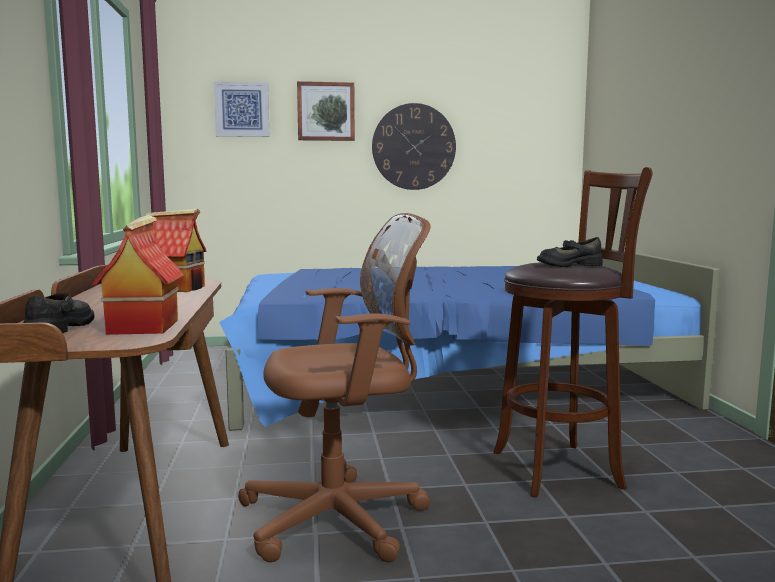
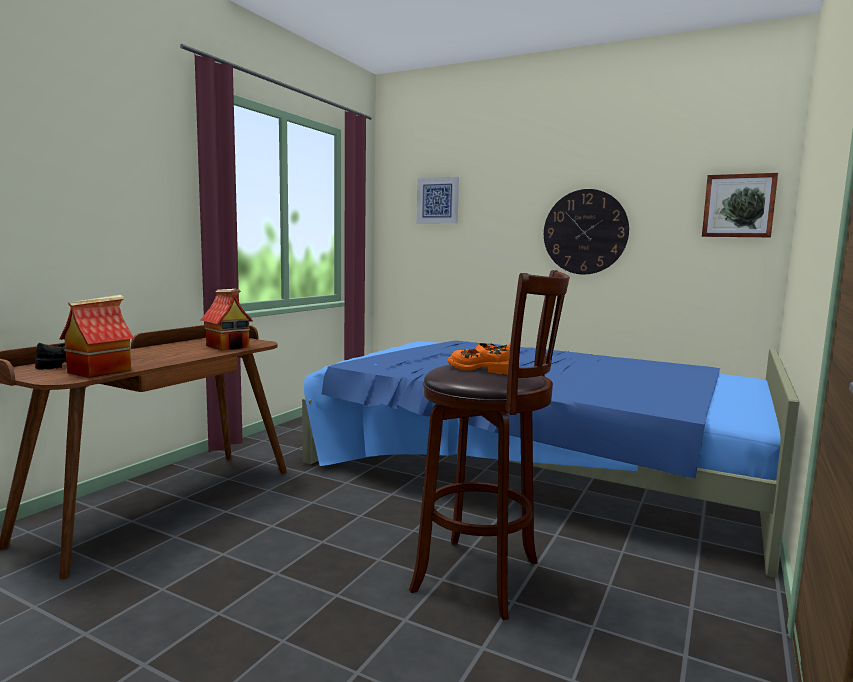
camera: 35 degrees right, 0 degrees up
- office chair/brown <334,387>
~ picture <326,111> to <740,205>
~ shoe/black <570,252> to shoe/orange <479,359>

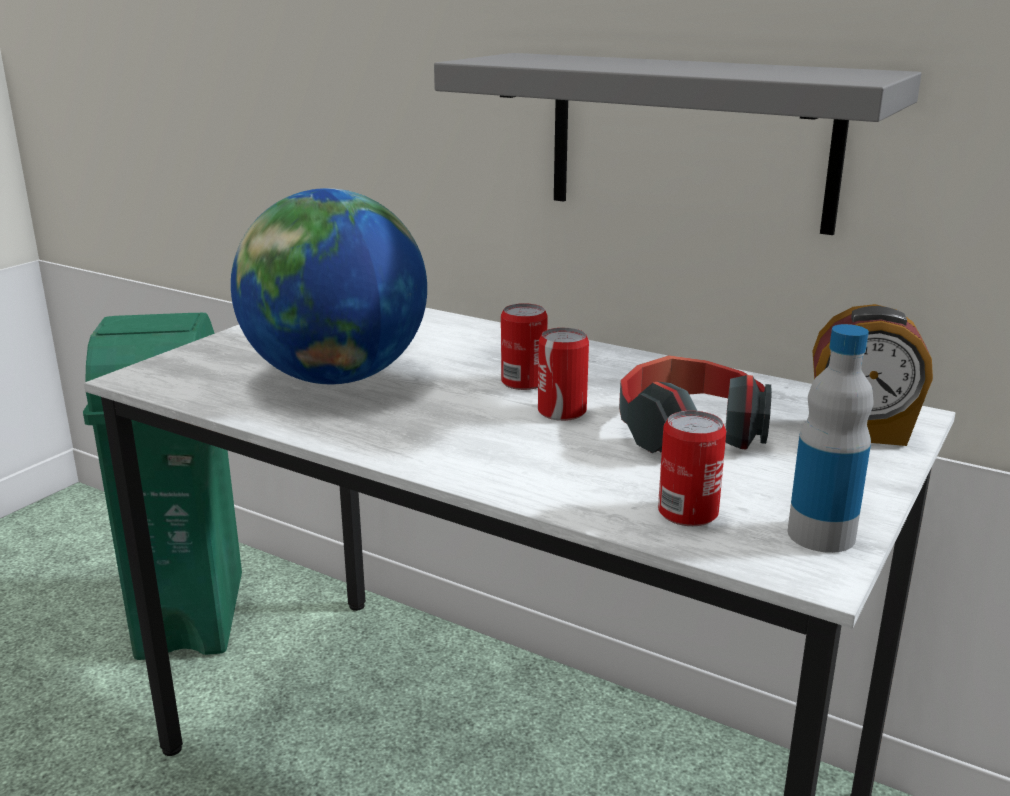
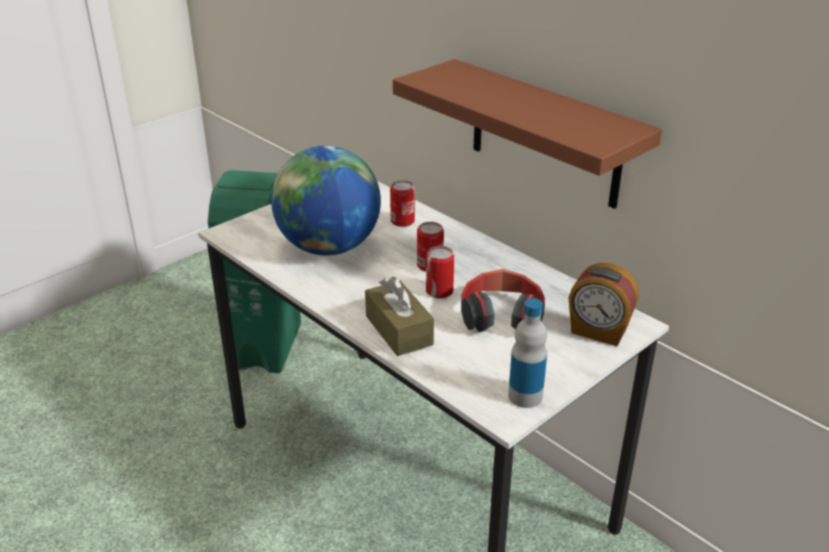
camera: 15 degrees right, 10 degrees up
+ tissue box/brown <399,316>
~ can <692,468> to <402,203>
~ shelf/grey <677,144> to shelf/brown <527,134>

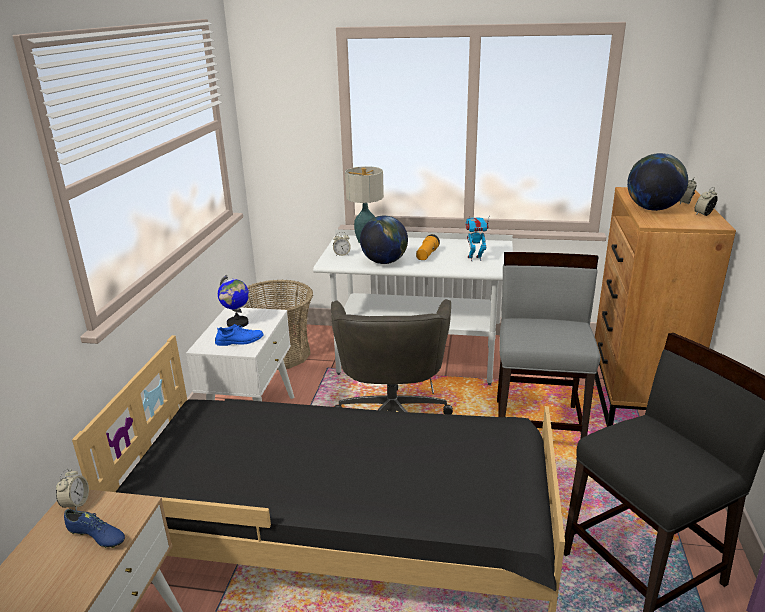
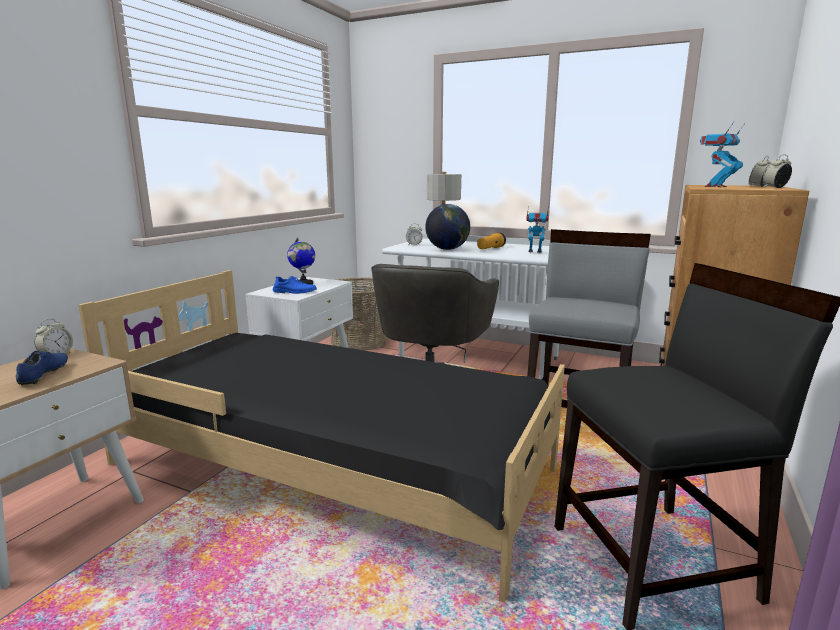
camera: 15 degrees right, 10 degrees down
~ globe <657,182> to toy robot <722,154>
~ shoe/blue <94,528> = <42,368> 135 degrees counterclockwise

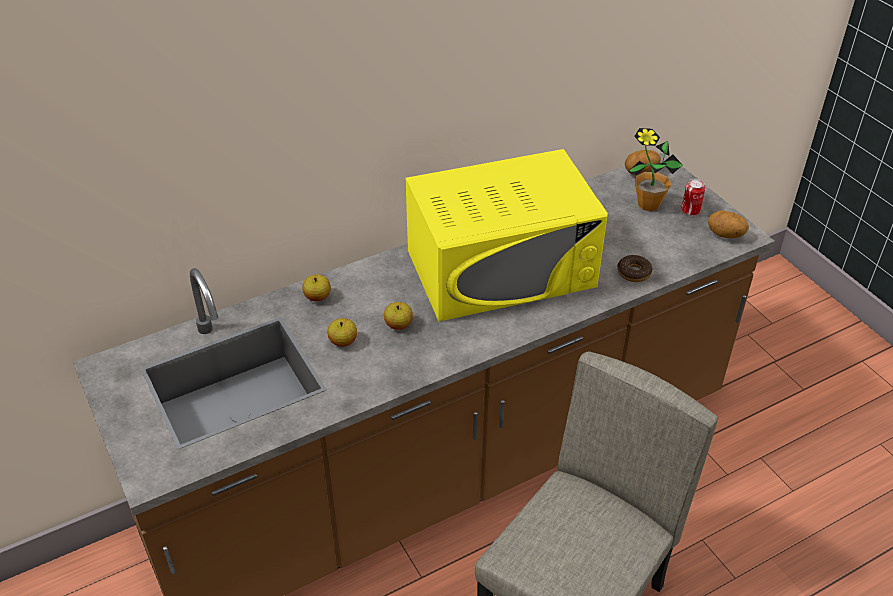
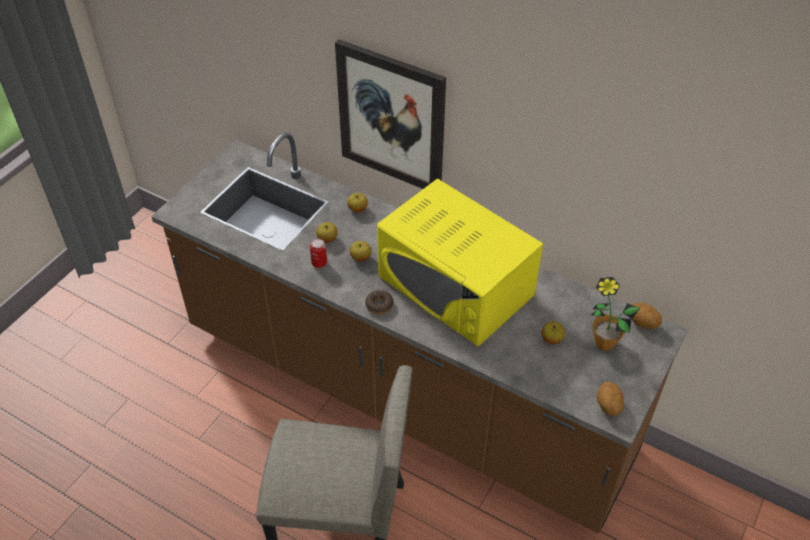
camera: 60 degrees right, 5 degrees up
+ picture <390,114>
+ apple <553,333>
~ donut <634,268> to <379,302>
~ can <693,197> to <318,253>

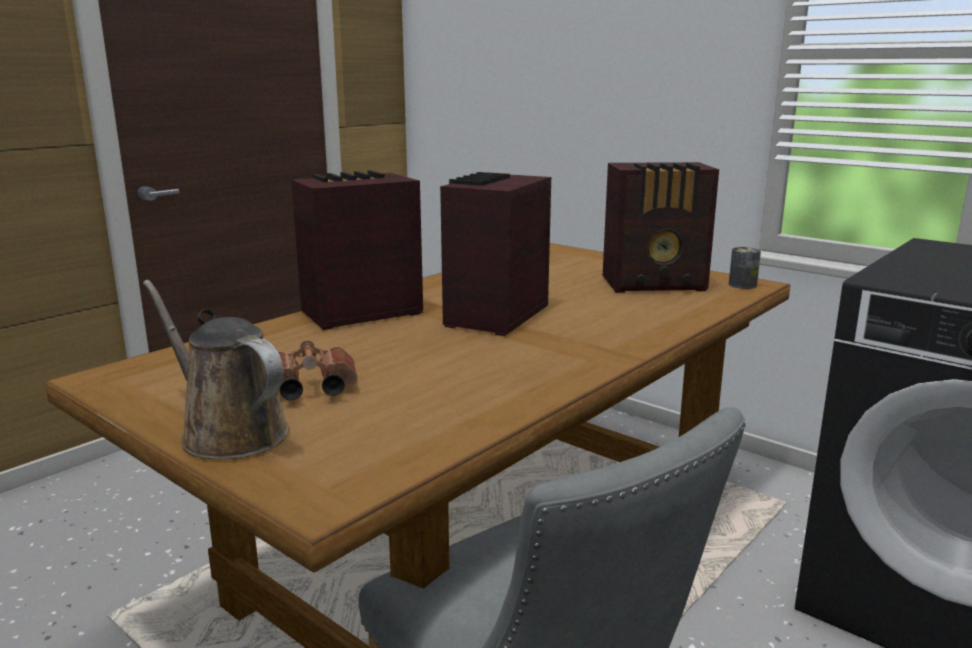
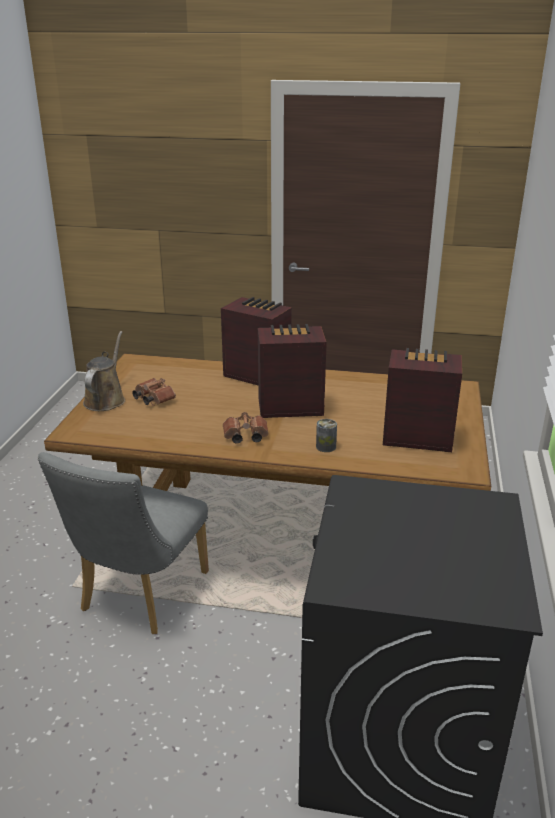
camera: 60 degrees right, 10 degrees up
+ binoculars/brown <245,428>
~ can <745,268> to <326,435>
~ radio <661,227> = <422,400> 135 degrees clockwise

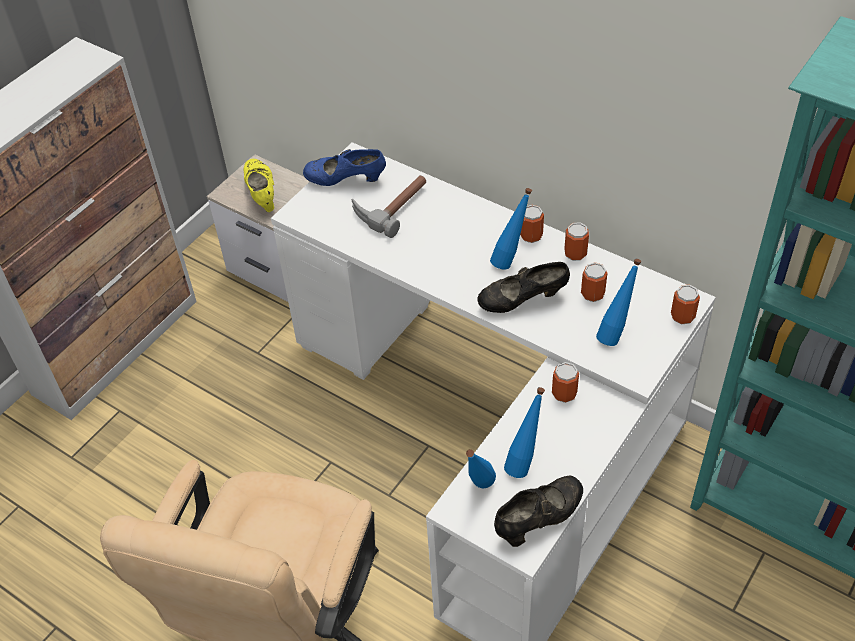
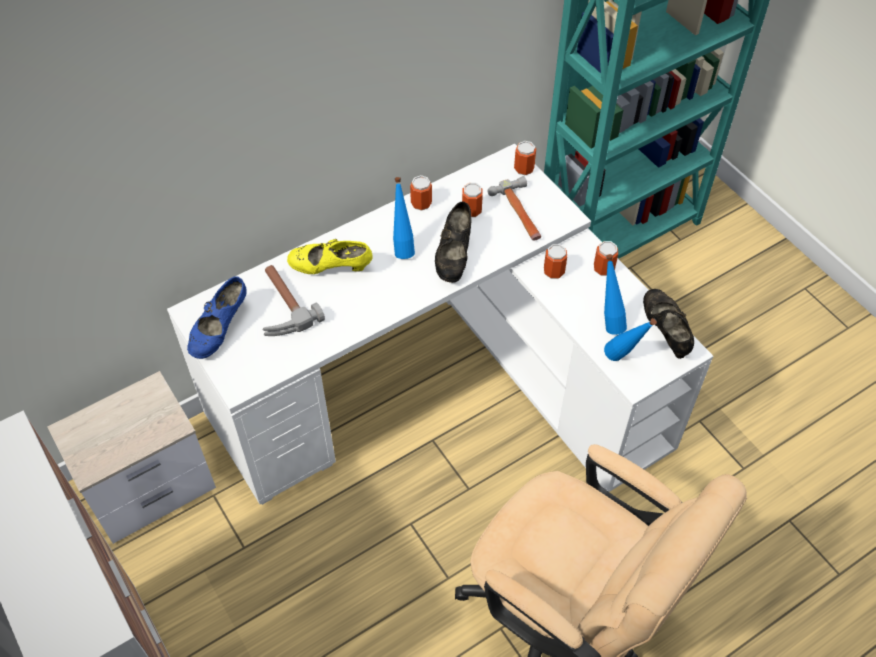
camera: 70 degrees left, 5 degrees up
~ shoe/yellow <259,185> to <330,256>
~ can <532,224> to <606,258>
~ bottle/blue <618,302> to hammer <514,208>

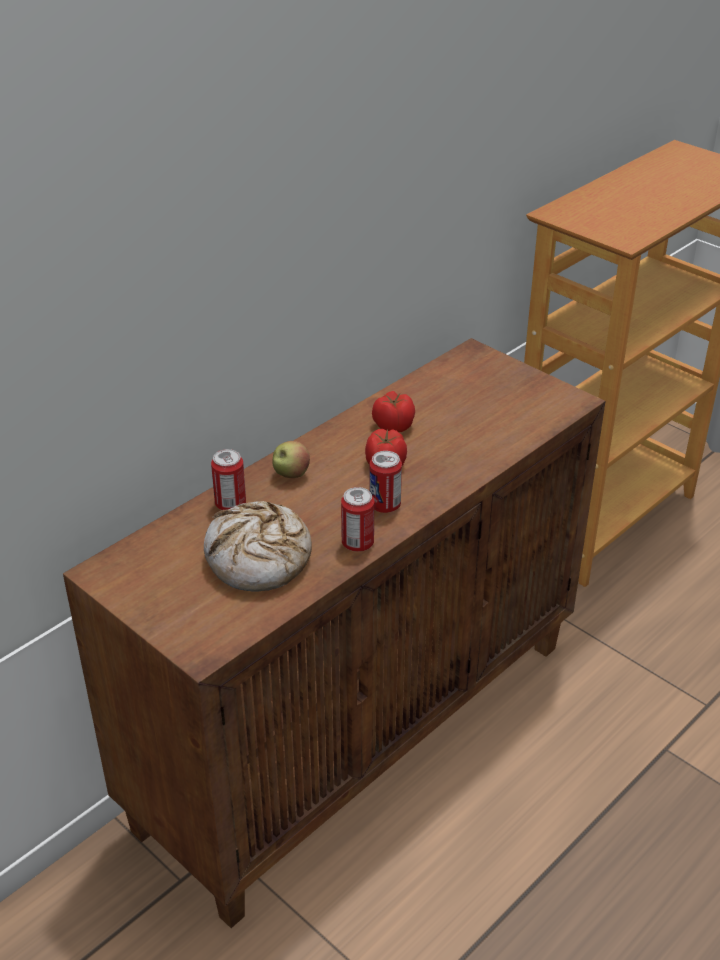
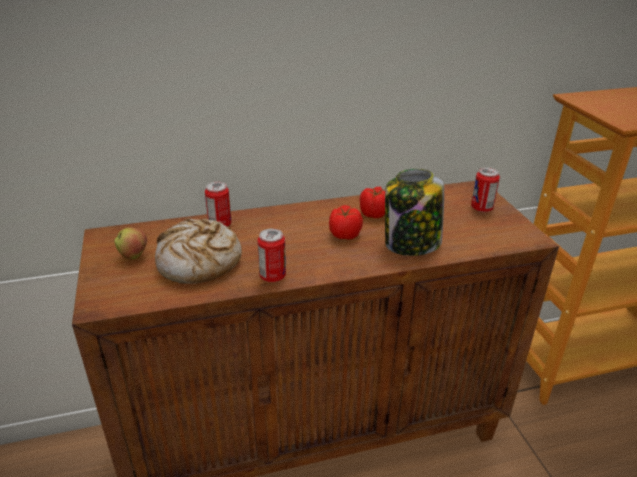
camera: 30 degrees right, 5 degrees down
+ jar <414,212>
~ apple <291,459> to <130,244>
~ can <385,482> to <485,189>

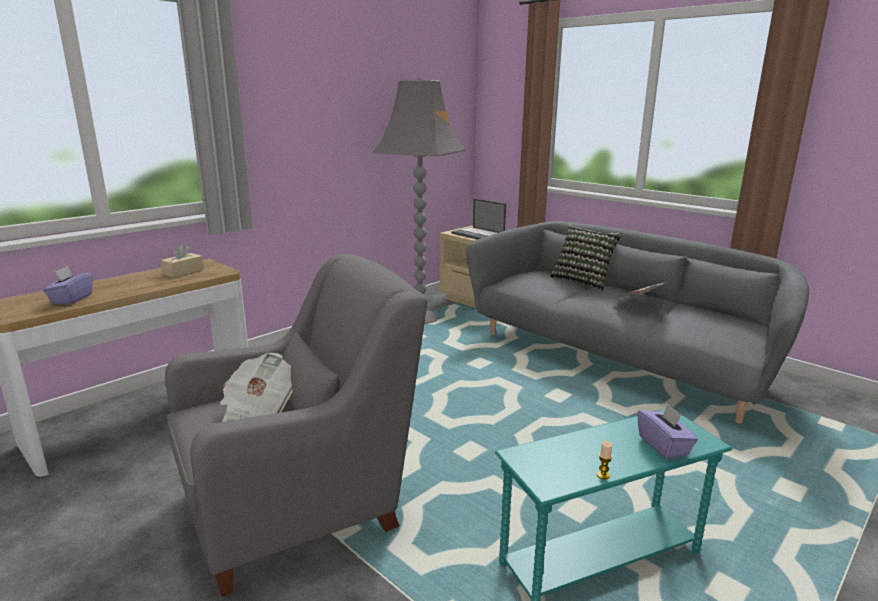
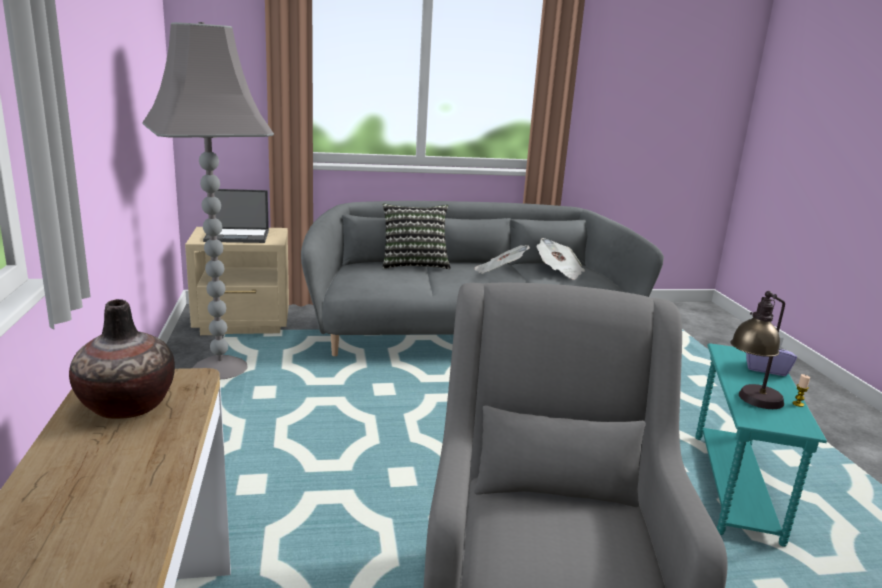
camera: 55 degrees left, 0 degrees up
- tissue box/purple <68,285>
+ table lamp <757,350>
~ newspaper <256,387> to <561,259>
~ tissue box/beige <182,261> to vase <122,359>

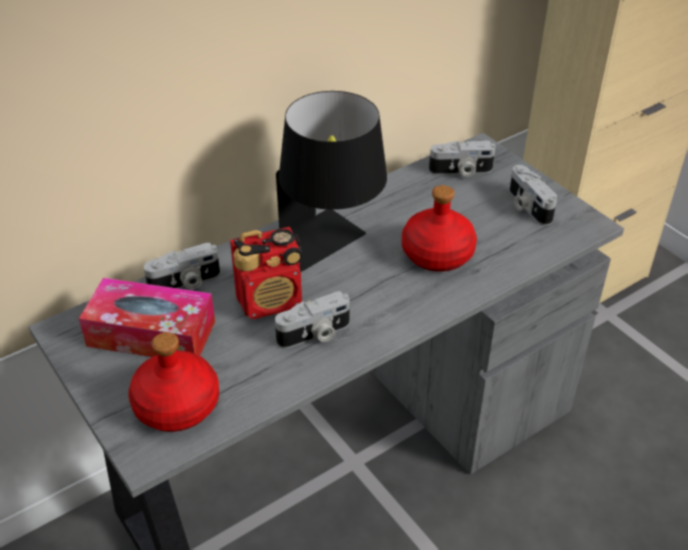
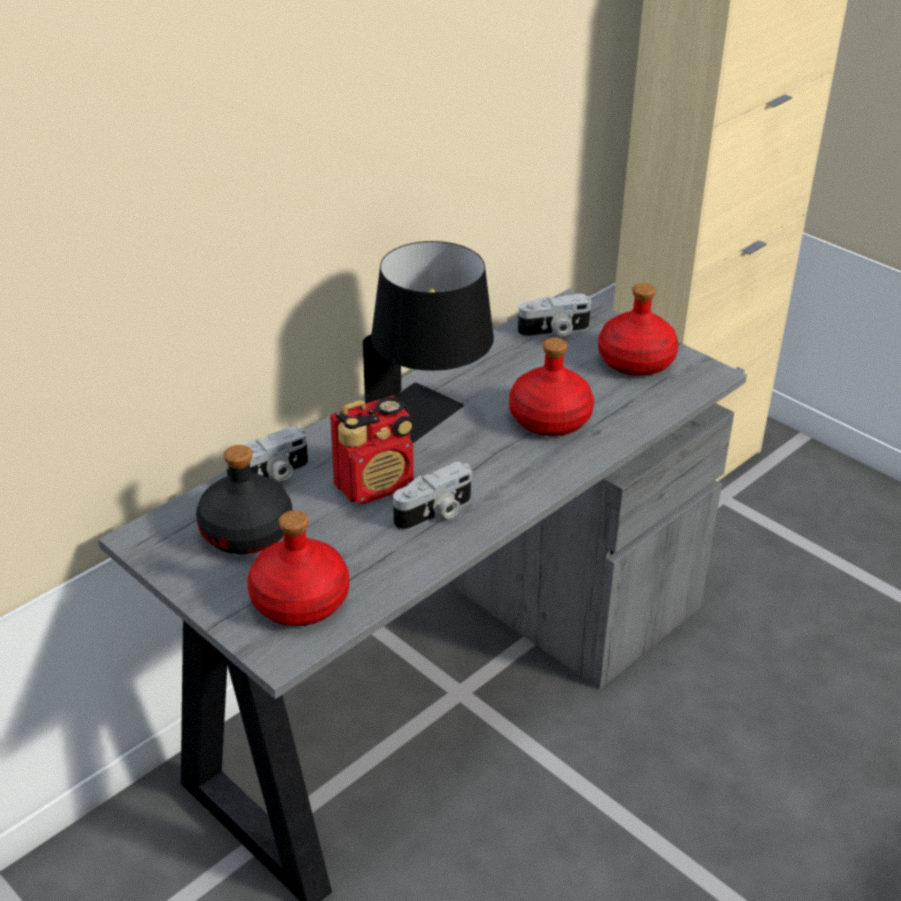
camera: 10 degrees left, 5 degrees down
~ tissue box <147,317> to bottle/black <244,499>
~ photo camera <533,195> to bottle/red <638,329>

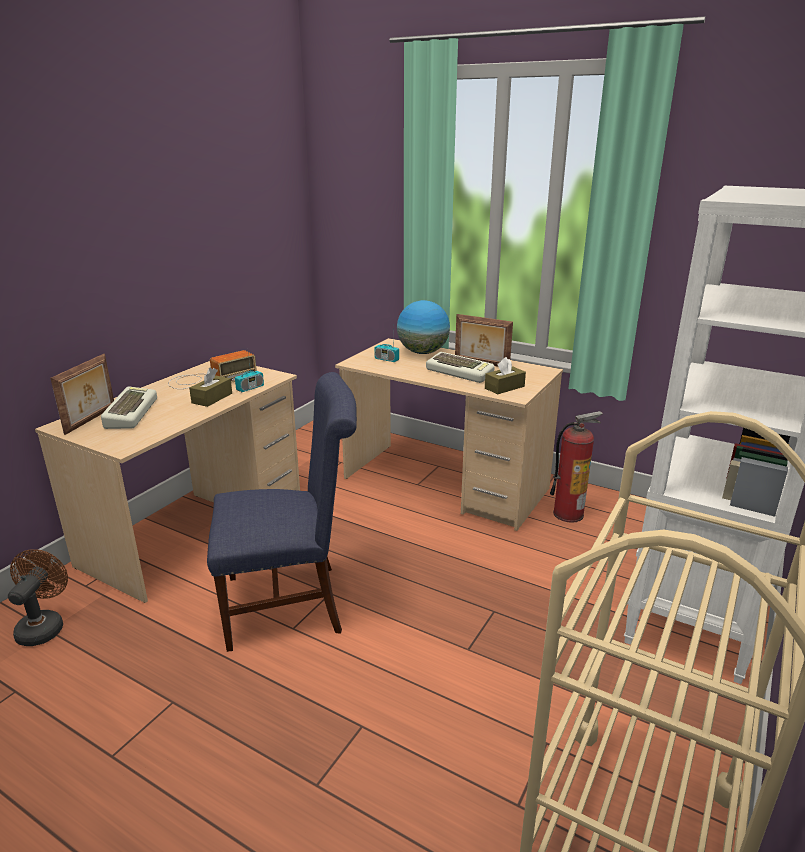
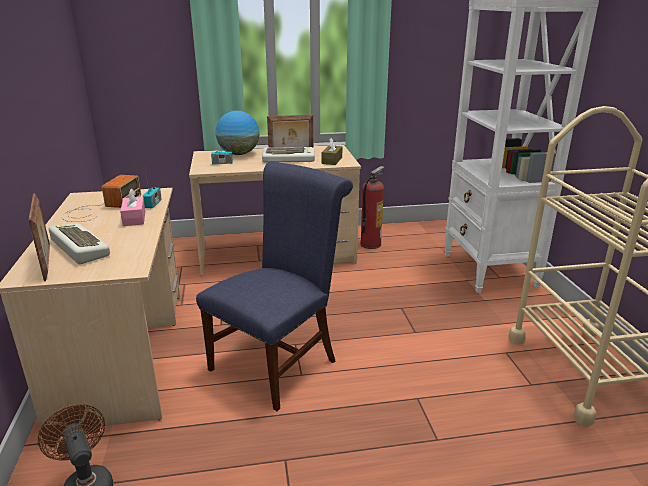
camera: 40 degrees left, 0 degrees up
~ tissue box/brown <210,387> to tissue box/pink <132,207>

